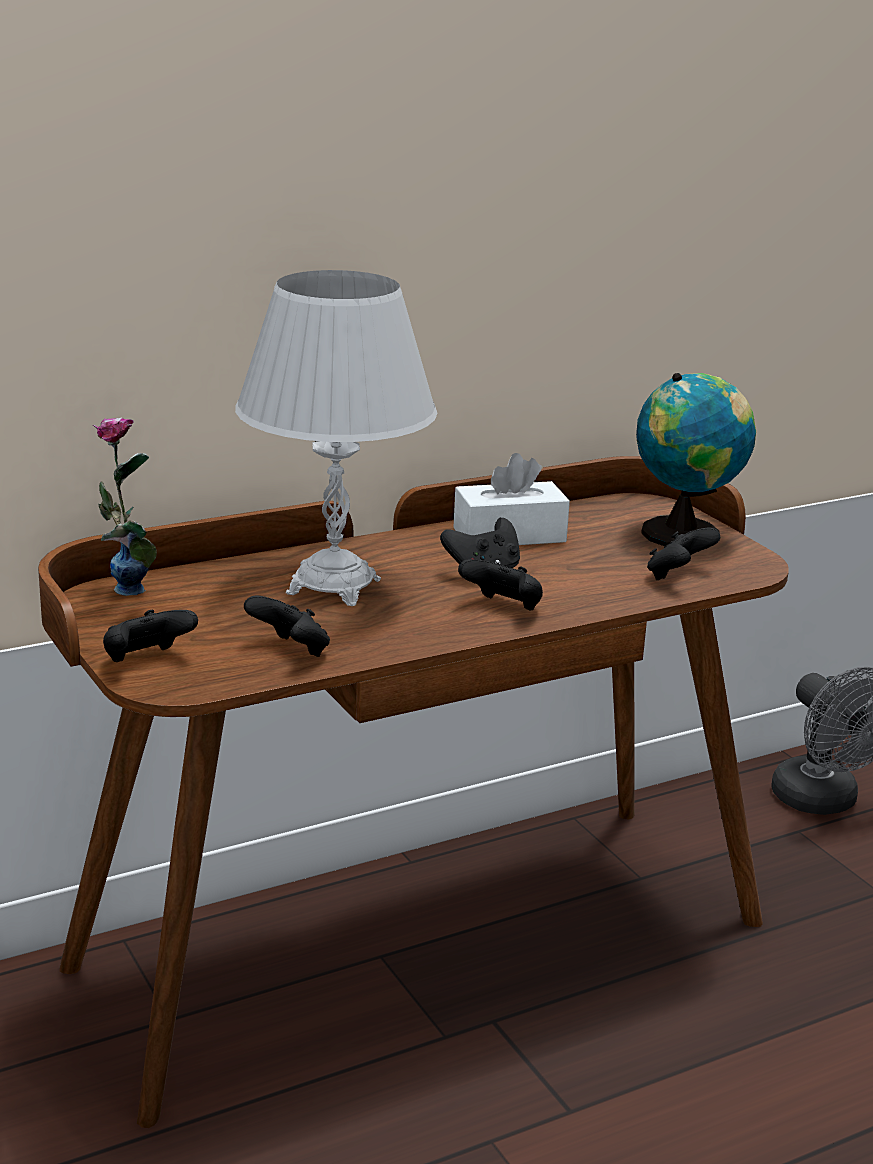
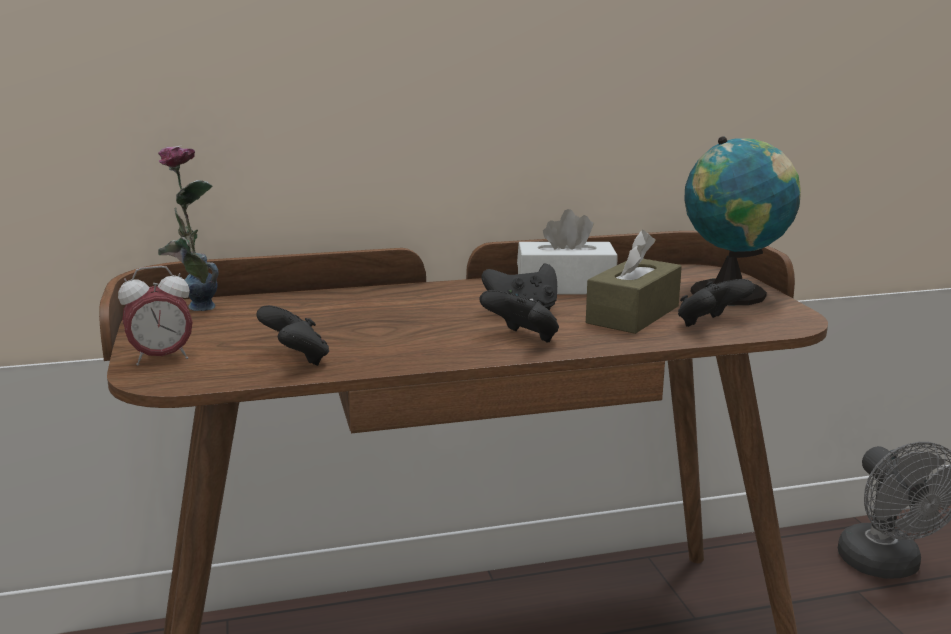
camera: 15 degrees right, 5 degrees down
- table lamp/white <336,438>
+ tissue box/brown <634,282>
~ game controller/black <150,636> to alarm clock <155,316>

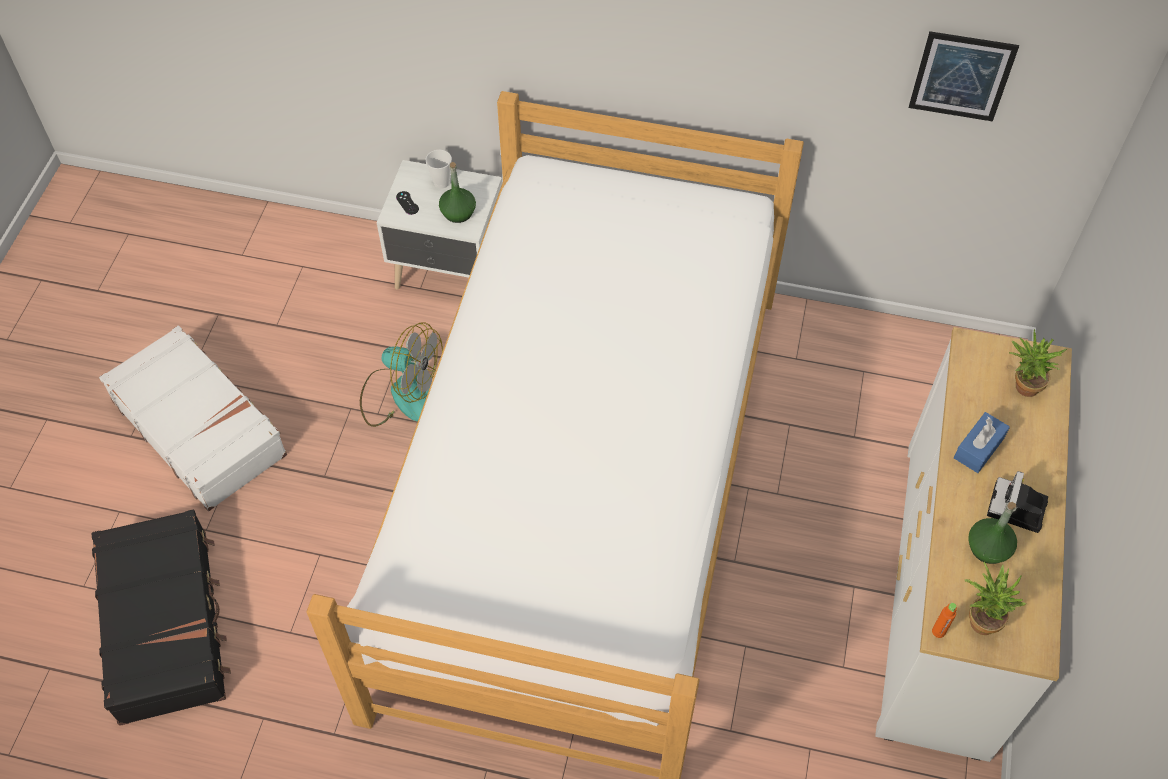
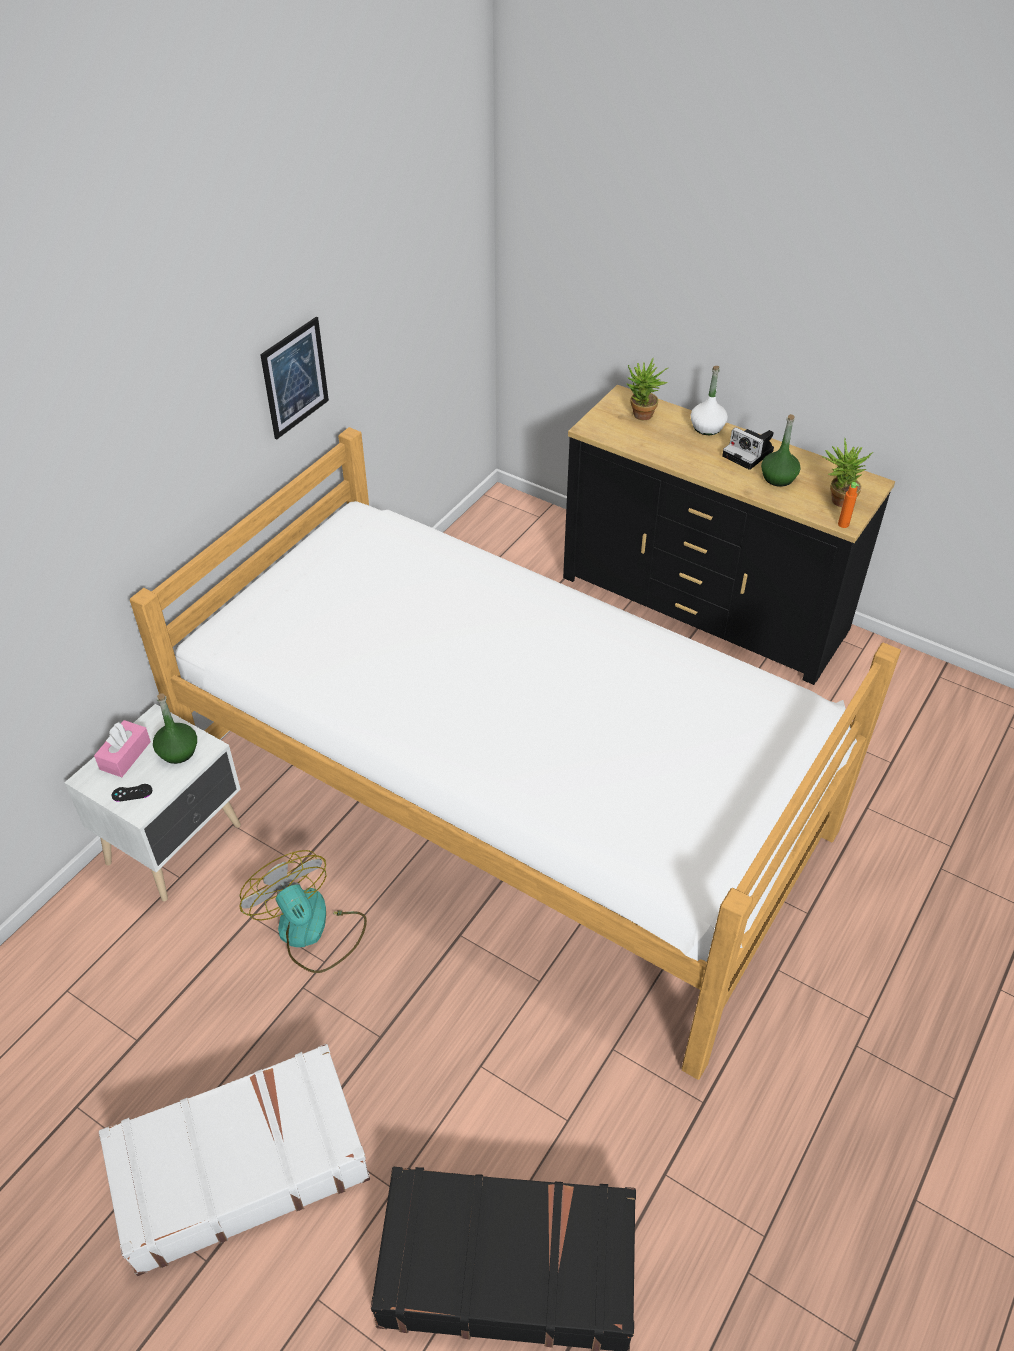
camera: 70 degrees left, 10 degrees down
- tissue box/blue <982,442>
+ bottle/white <709,400>
~ picture <964,76> to <294,378>
~ cup <439,169> to tissue box/pink <122,748>
~ dresser/white <973,544> to dresser/black <729,535>
~ fan <401,374> = <303,911> 75 degrees counterclockwise

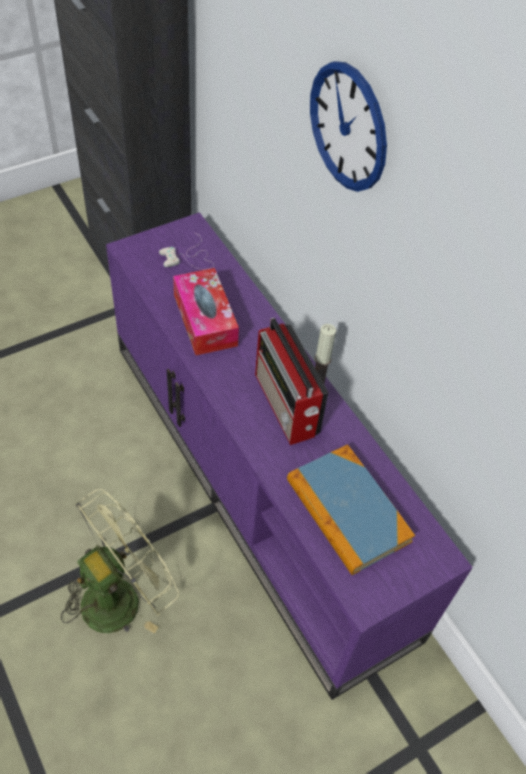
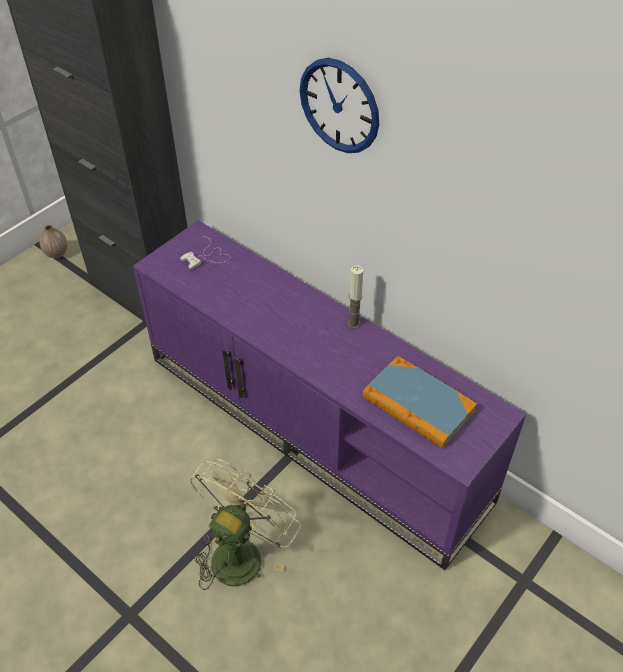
camera: 15 degrees left, 5 degrees down
- tissue box <206,311>
- radio <291,381>
+ vase <53,241>

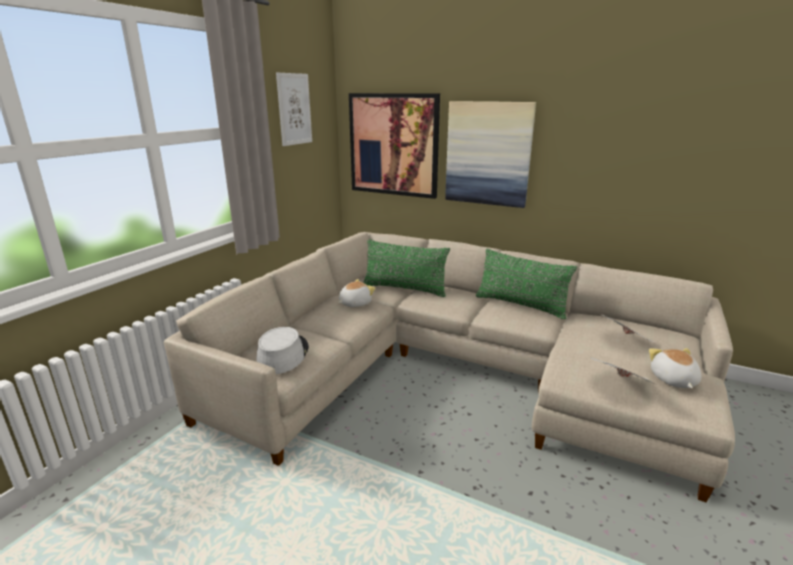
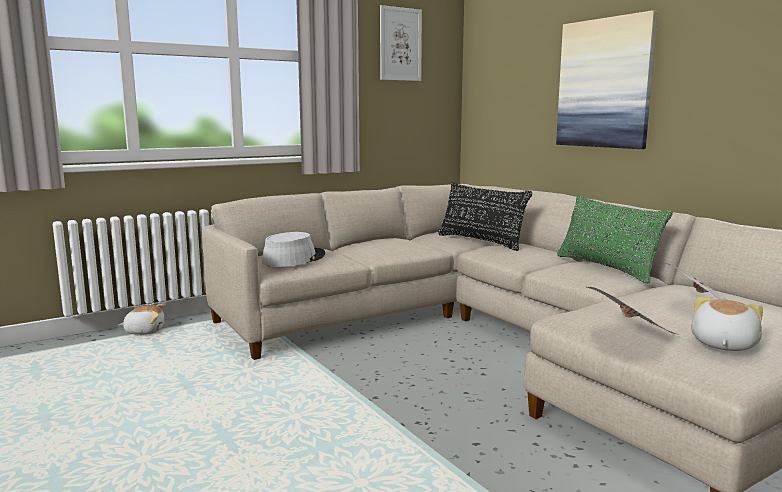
camera: 30 degrees right, 10 degrees down
- picture <394,146>
~ plush toy <357,293> to <141,319>
~ pillow/green <406,268> to pillow/black <485,216>

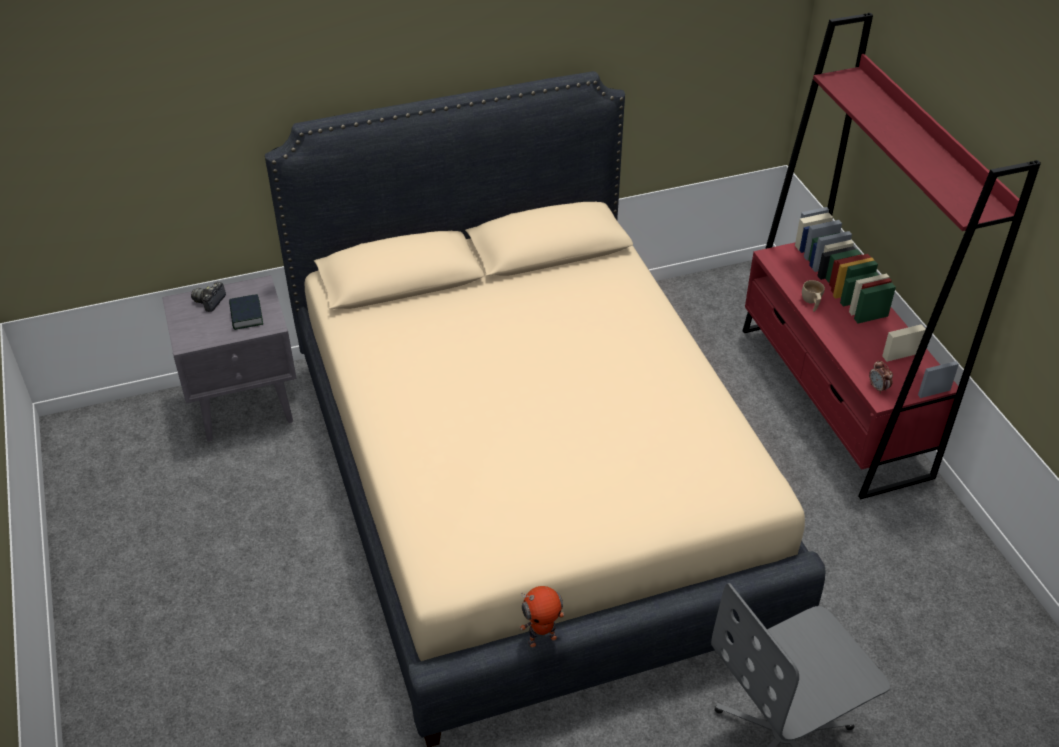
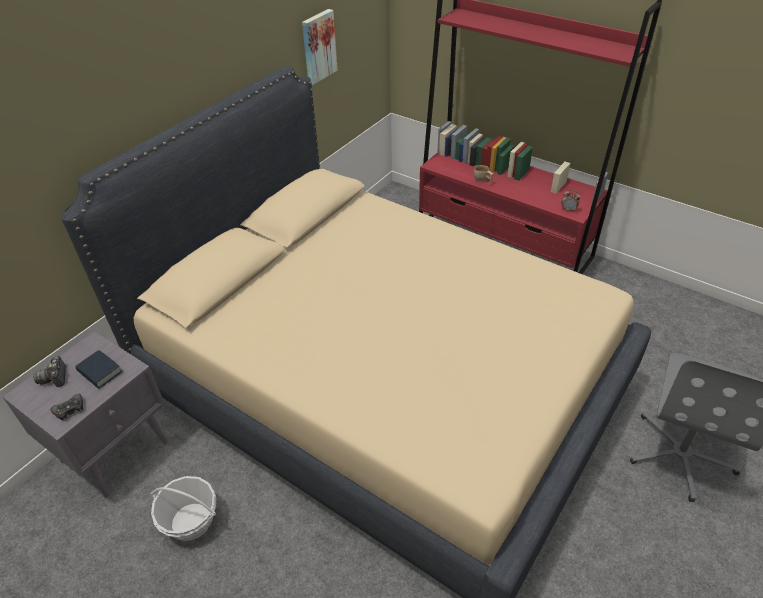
camera: 35 degrees left, 0 degrees up
- toy robot <542,616>
+ game controller/black <66,407>
+ basket <183,508>
+ picture <320,47>

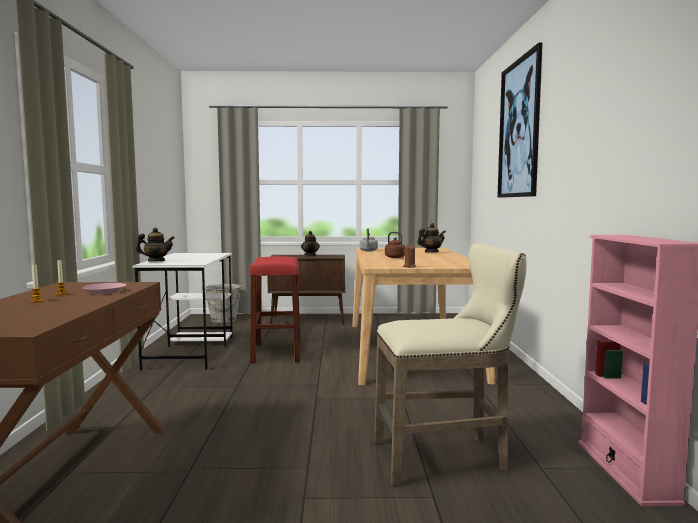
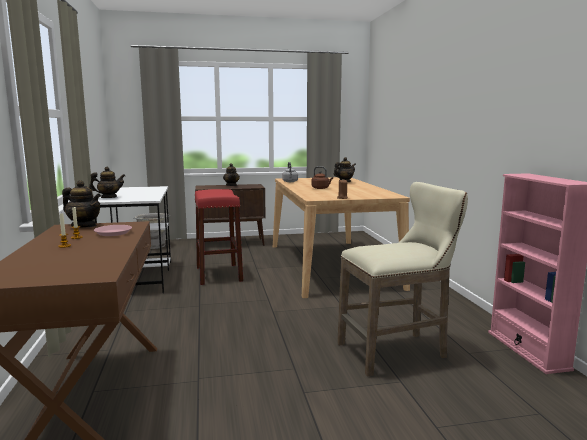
camera: 10 degrees left, 5 degrees up
- picture <520,120>
+ teapot <81,204>

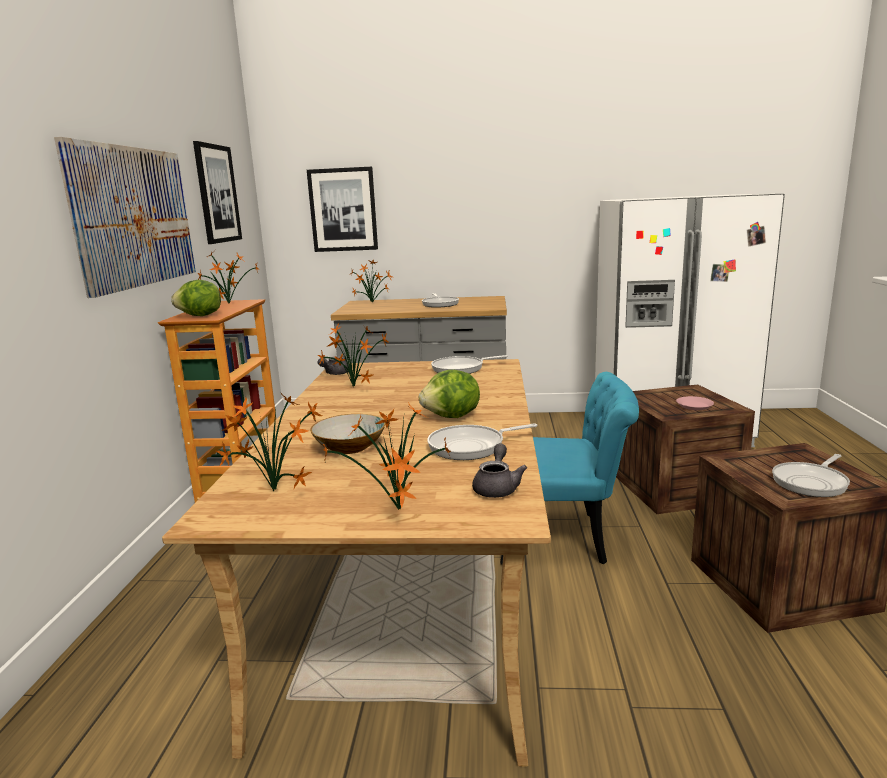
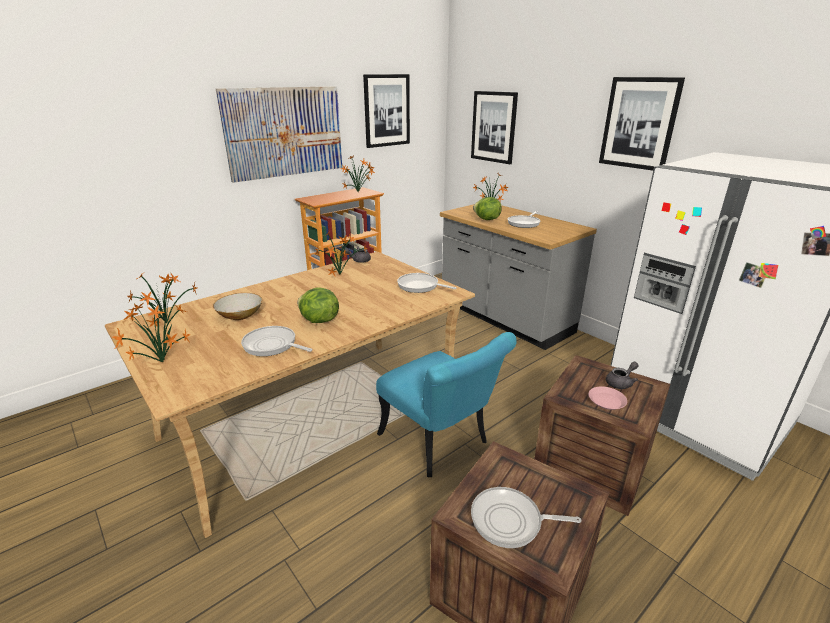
camera: 45 degrees right, 10 degrees up
+ picture <642,124>
~ lettuce <196,298> to <487,208>
~ teapot/grey <499,470> to <622,375>

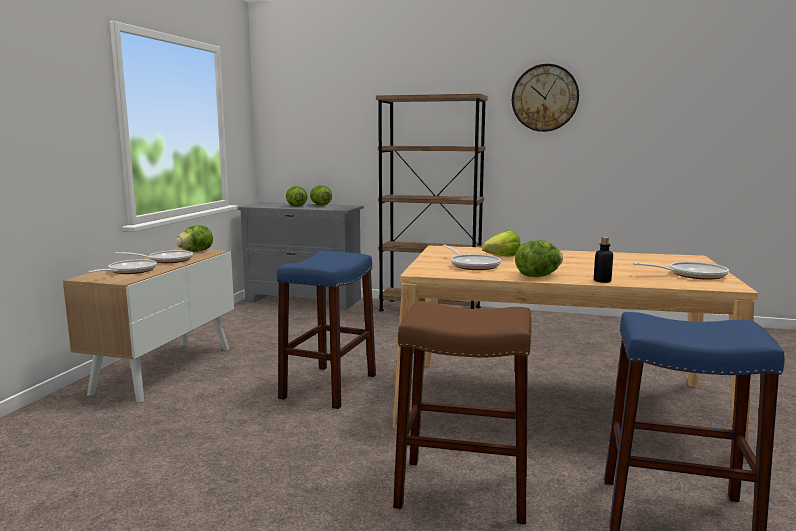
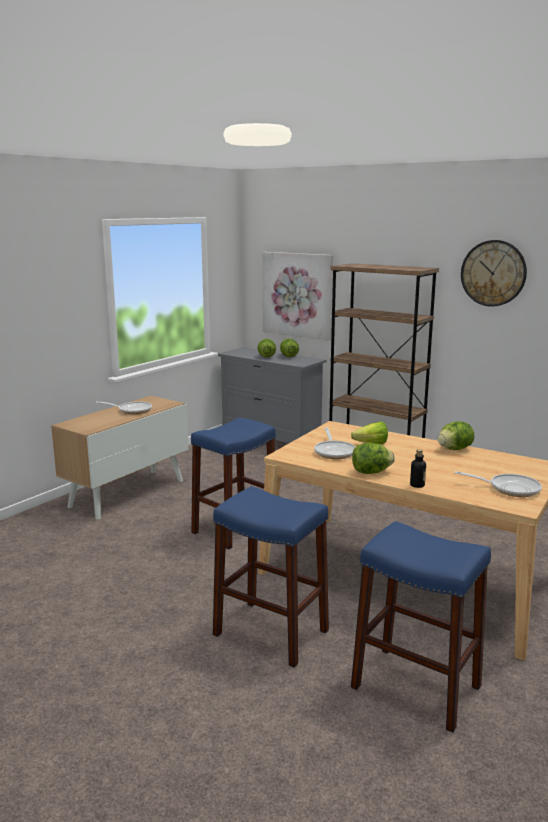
camera: 20 degrees right, 5 degrees up
- frying pan <122,266>
+ picture <297,296>
~ lettuce <194,238> to <456,435>
~ stool/brown <462,412> to stool/blue <271,576>

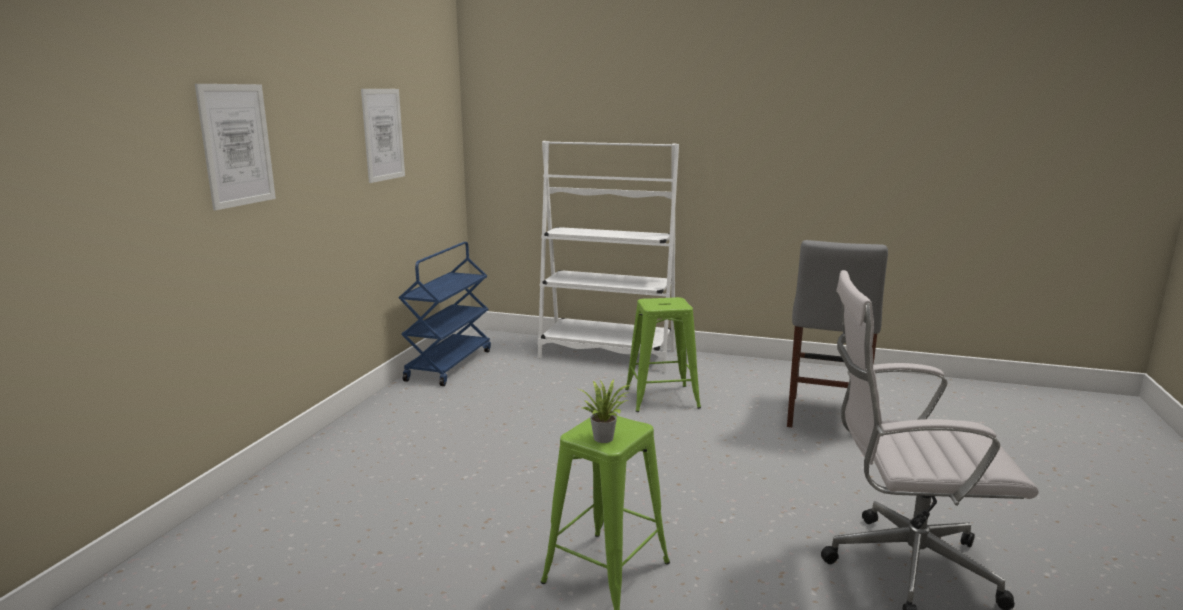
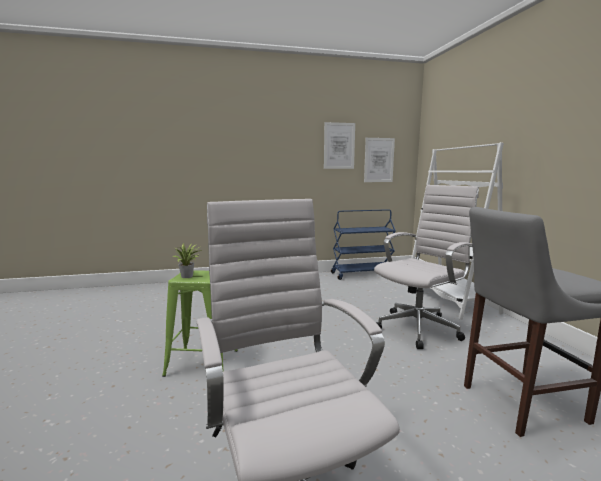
camera: 60 degrees right, 5 degrees down
~ picture <235,147> to <379,160>
~ stool/green <663,354> to office chair/white <426,267>

